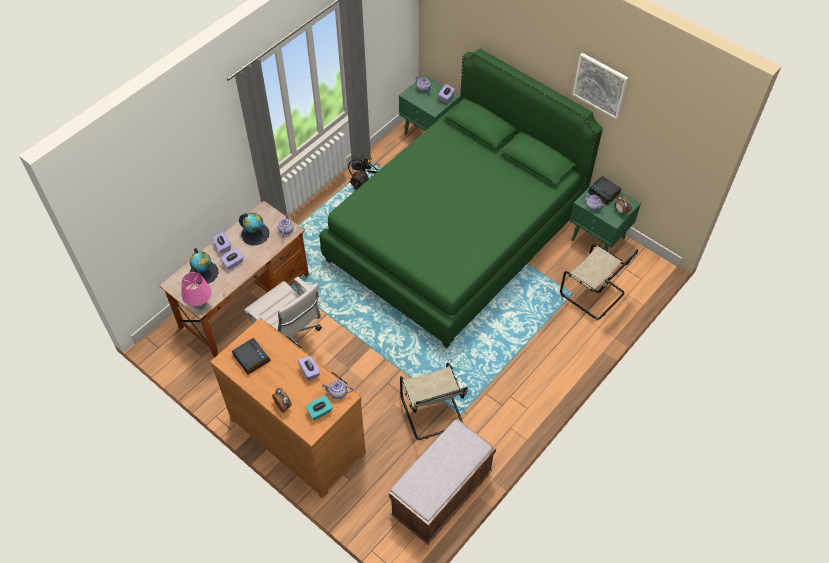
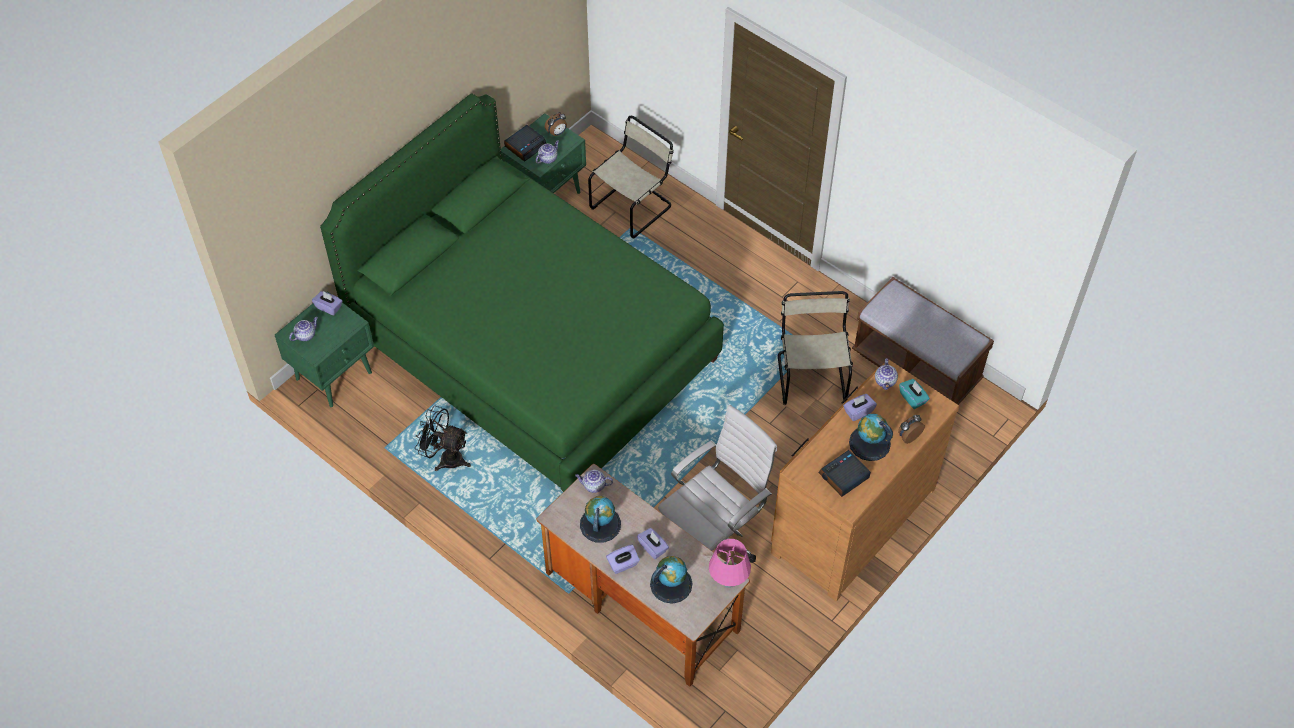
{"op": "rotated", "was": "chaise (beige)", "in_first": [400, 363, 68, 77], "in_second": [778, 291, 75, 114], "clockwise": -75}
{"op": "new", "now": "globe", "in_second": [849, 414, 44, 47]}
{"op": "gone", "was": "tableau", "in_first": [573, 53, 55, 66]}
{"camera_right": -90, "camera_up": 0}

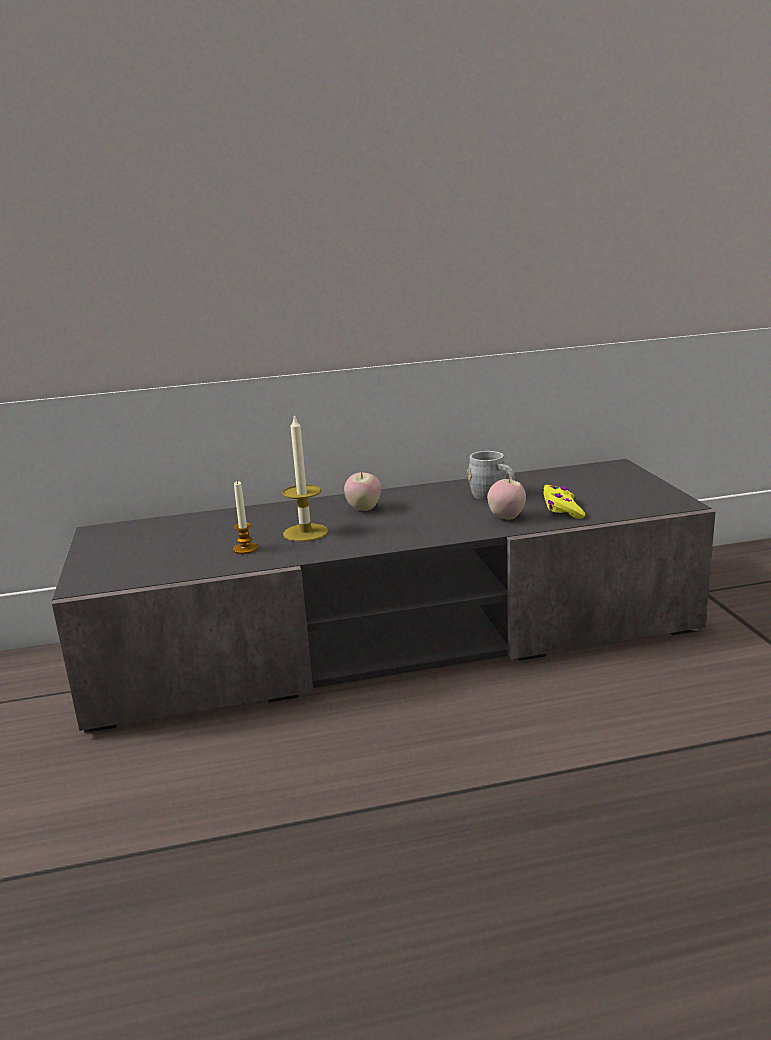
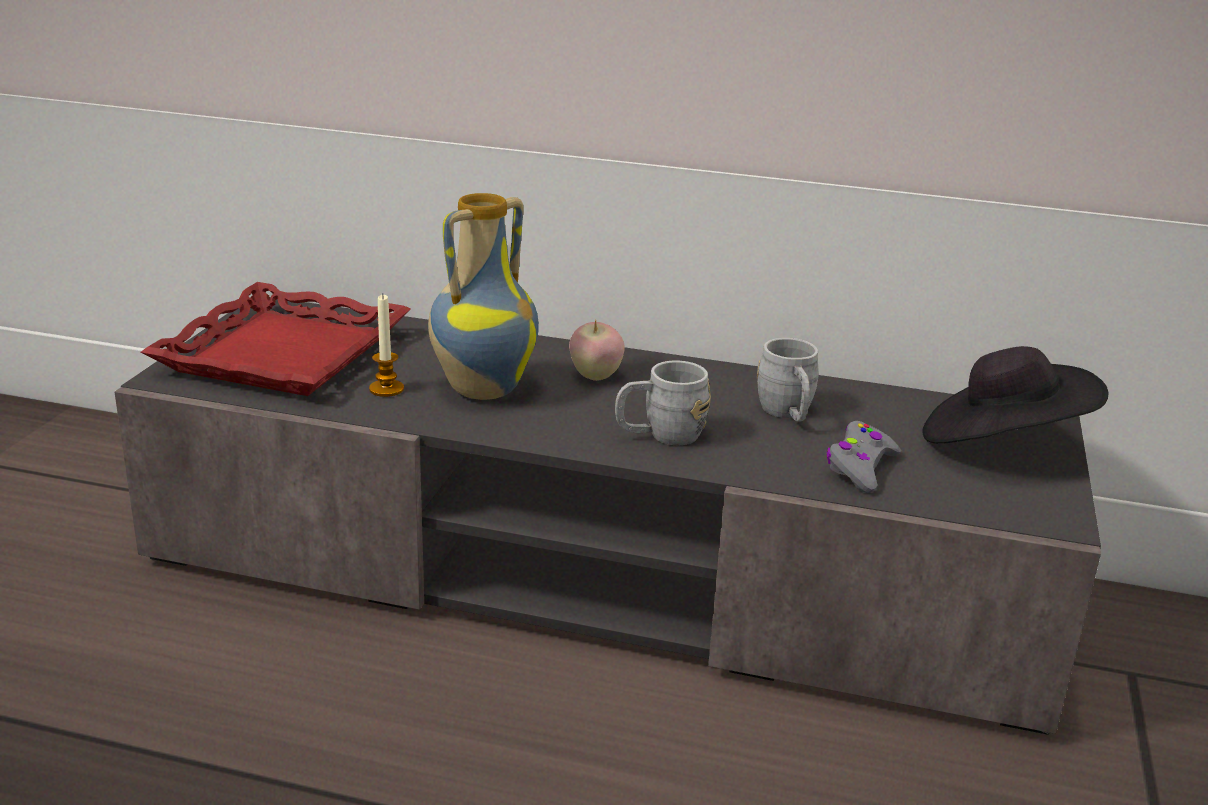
{"op": "new", "now": "plateau (rouge)", "in_second": [141, 282, 270, 114]}
{"op": "swapped", "was": "bougie", "now": "vase", "in_first": [282, 414, 46, 128], "in_second": [428, 193, 111, 207]}
{"op": "new", "now": "mug (gris)", "in_second": [615, 360, 96, 85]}
{"op": "repainted", "was": "manette (jaune)", "now": "manette (gris)", "in_first": [543, 485, 42, 34], "in_second": [826, 421, 75, 72]}
{"op": "new", "now": "chapeau (noir)", "in_second": [922, 346, 187, 98]}
{"op": "gone", "was": "pomme", "in_first": [487, 477, 39, 43]}
{"camera_right": 25, "camera_up": 5}

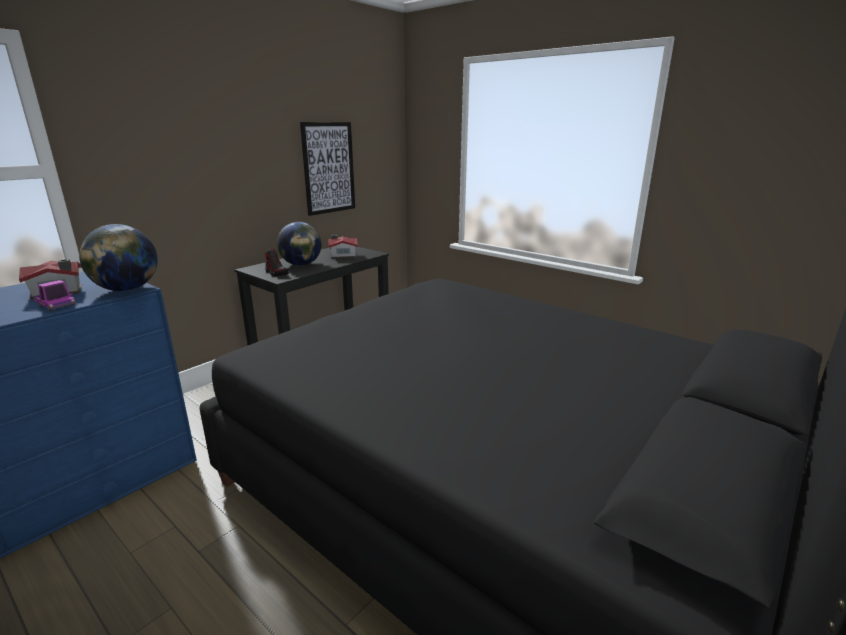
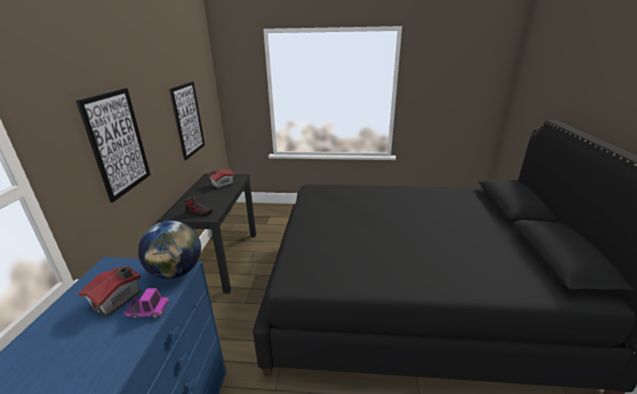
{"op": "new", "now": "tableau", "in_second": [76, 88, 74, 114]}
{"op": "gone", "was": "globe", "in_first": [277, 222, 44, 44]}
{"camera_right": -35, "camera_up": 5}

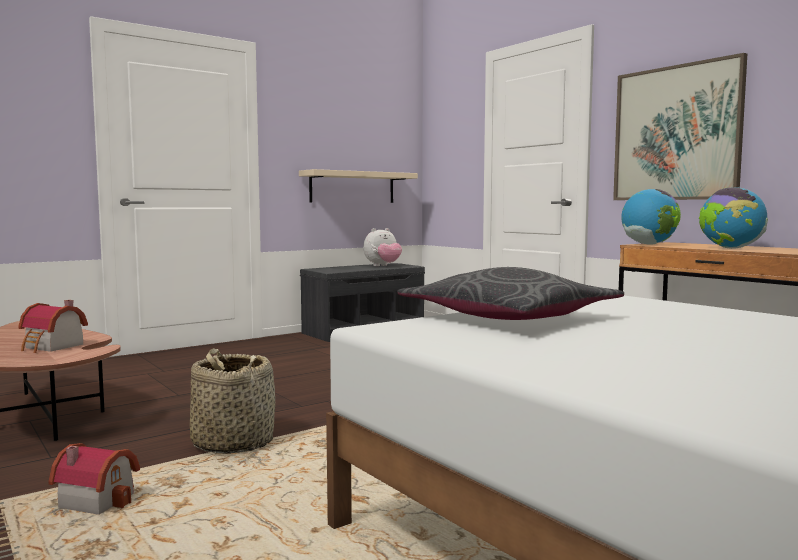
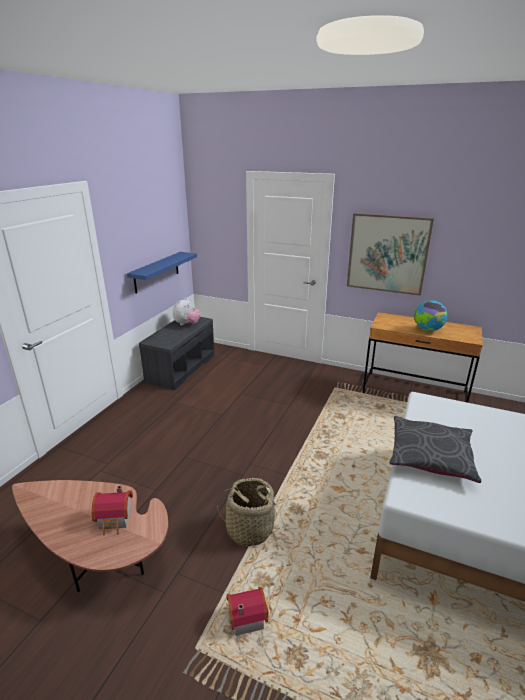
{"op": "repainted", "was": "étagère (beige)", "now": "étagère (bleu)", "in_first": [299, 169, 119, 34], "in_second": [127, 252, 70, 41]}
{"op": "gone", "was": "globe", "in_first": [621, 189, 60, 56]}
{"camera_right": -30, "camera_up": 20}

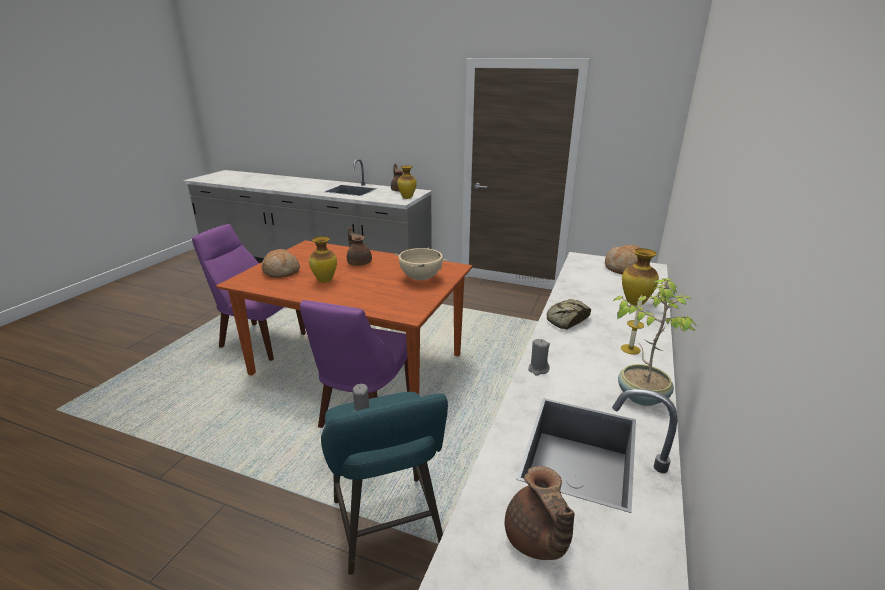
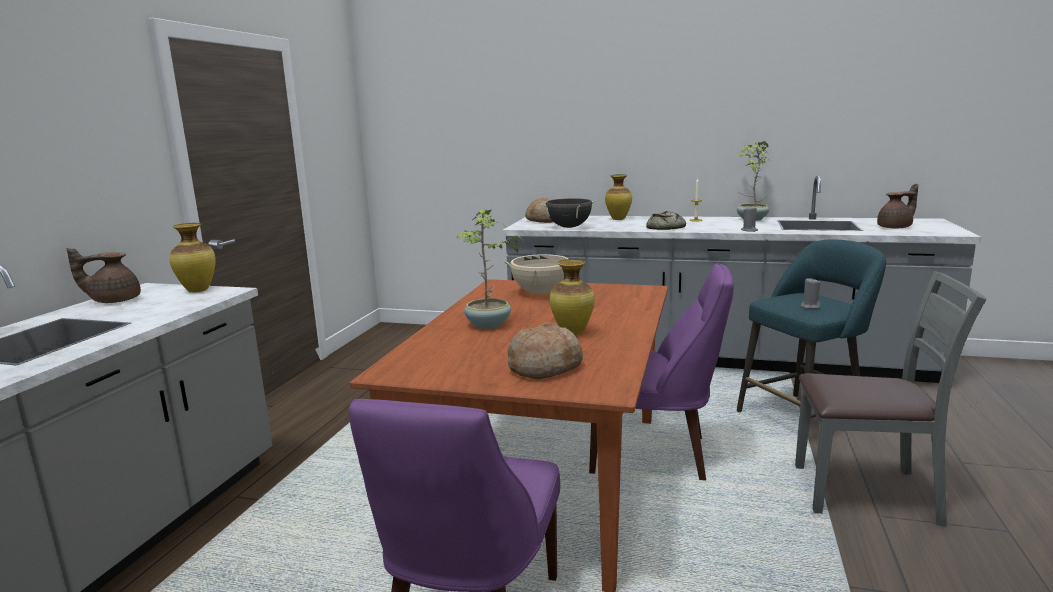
{"op": "swapped", "was": "théière (marron)", "now": "plante en pot", "in_first": [347, 226, 25, 40], "in_second": [456, 208, 66, 121]}
{"op": "new", "now": "marmite (noir)", "in_second": [541, 198, 55, 30]}
{"op": "new", "now": "chaise (gris)", "in_second": [795, 271, 192, 255]}
{"camera_right": -95, "camera_up": -10}

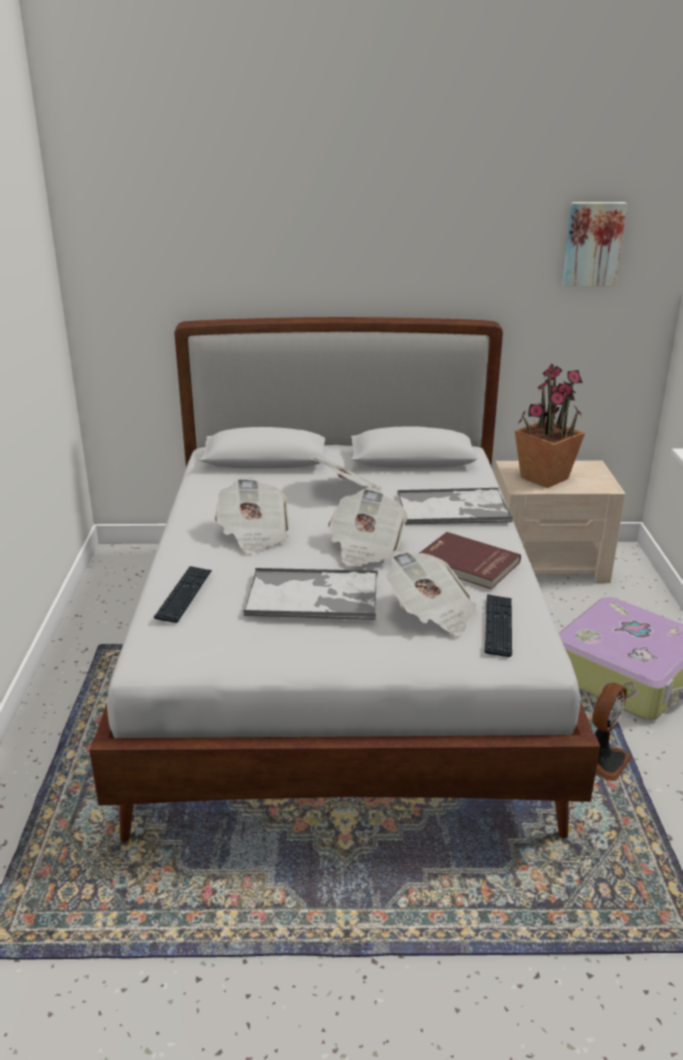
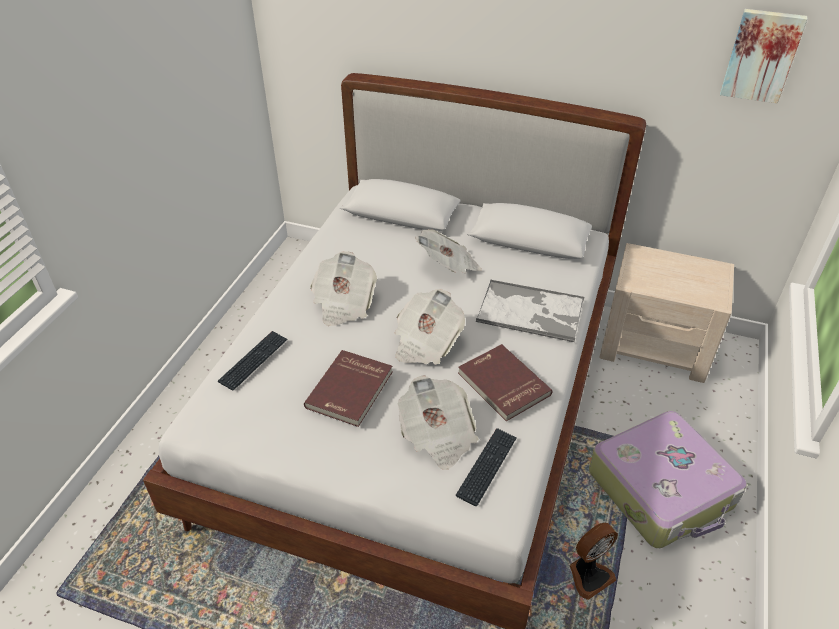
{"op": "swapped", "was": "plateau", "now": "livre (rouge)", "in_first": [243, 568, 135, 52], "in_second": [304, 350, 89, 77]}
{"op": "gone", "was": "plante en pot", "in_first": [515, 364, 70, 124]}
{"camera_right": 20, "camera_up": 15}

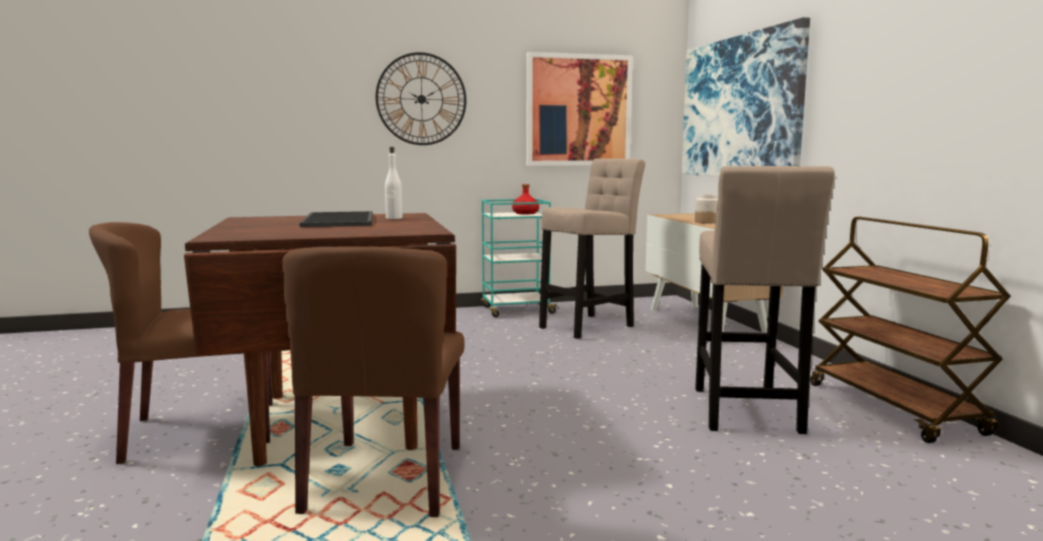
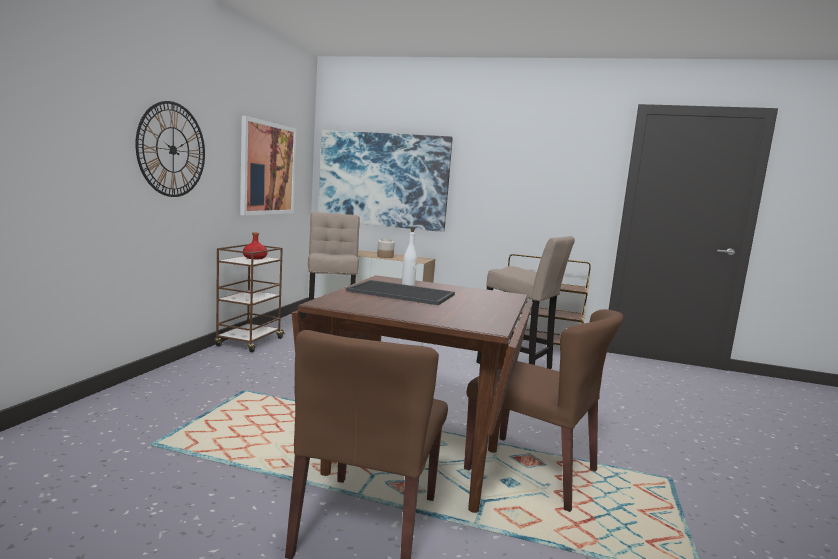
{"op": "repainted", "was": "chariot (turquoise)", "now": "chariot (marron)", "in_first": [481, 199, 78, 118], "in_second": [215, 244, 70, 108]}
{"camera_right": -60, "camera_up": 0}

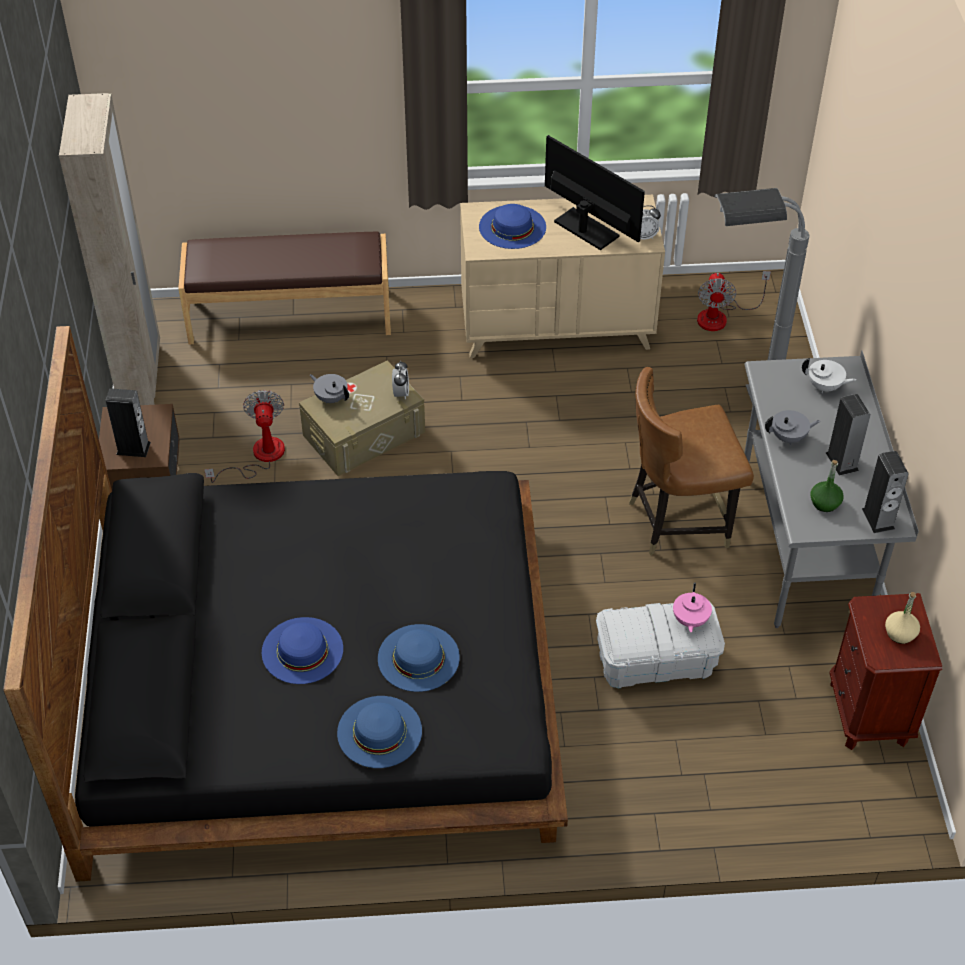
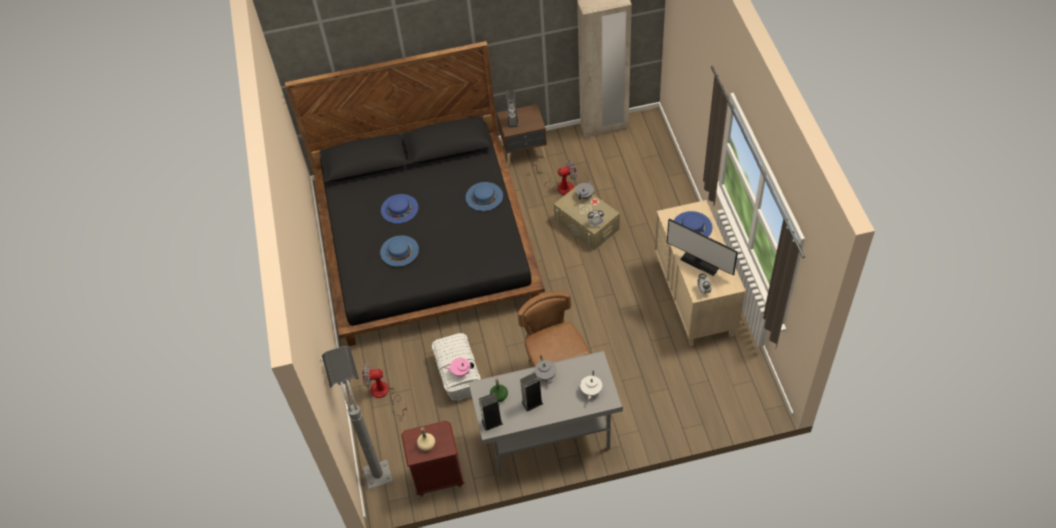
{"op": "shifted", "was": "lampadaire (gris)", "in_first": [714, 188, 96, 217], "in_second": [322, 346, 71, 143]}
{"op": "shifted", "was": "ventilateur", "in_first": [697, 271, 74, 60], "in_second": [362, 364, 45, 52]}
{"op": "shifted", "was": "chapeau (bleu)", "in_first": [337, 696, 85, 72], "in_second": [466, 182, 37, 29]}
{"op": "rotated", "was": "écran d'ordinateur", "in_first": [545, 135, 100, 115], "in_second": [667, 219, 71, 57], "clockwise": 90}
{"op": "gone", "was": "banc (marron)", "in_first": [178, 231, 213, 113]}
{"camera_right": 85, "camera_up": 5}

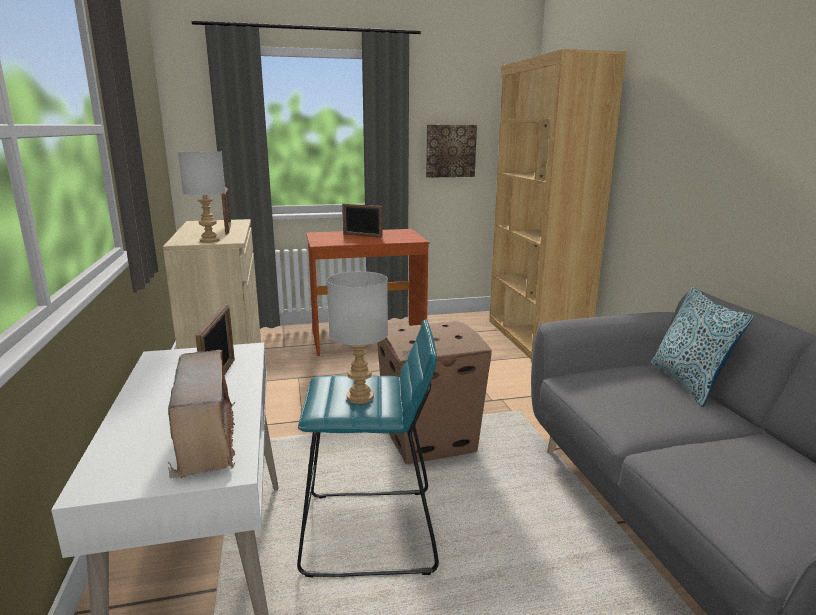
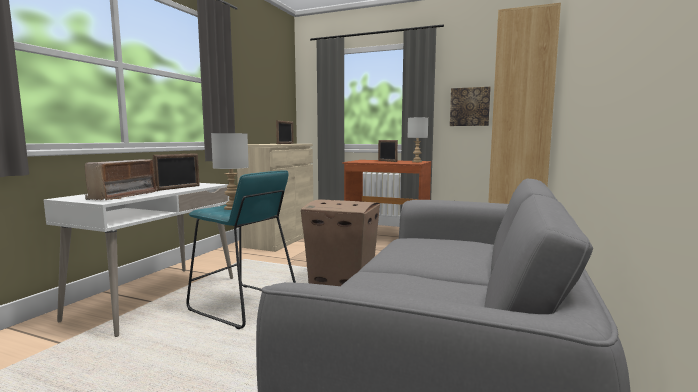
{"op": "shifted", "was": "lampe de table (gris)", "in_first": [178, 151, 48, 92], "in_second": [408, 117, 20, 45]}
{"op": "gone", "was": "coussin", "in_first": [651, 287, 103, 120]}
{"camera_right": 35, "camera_up": -10}

